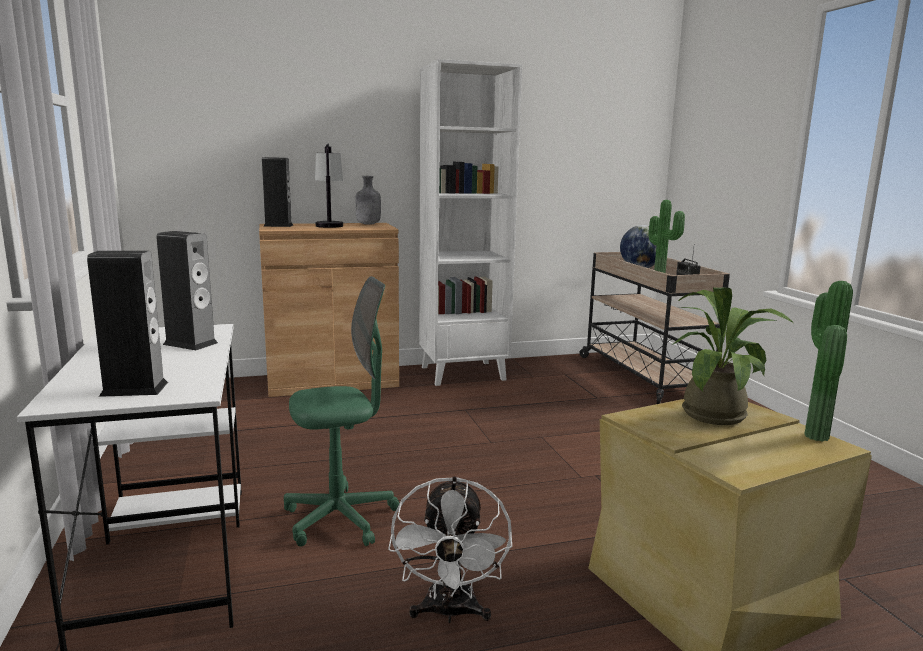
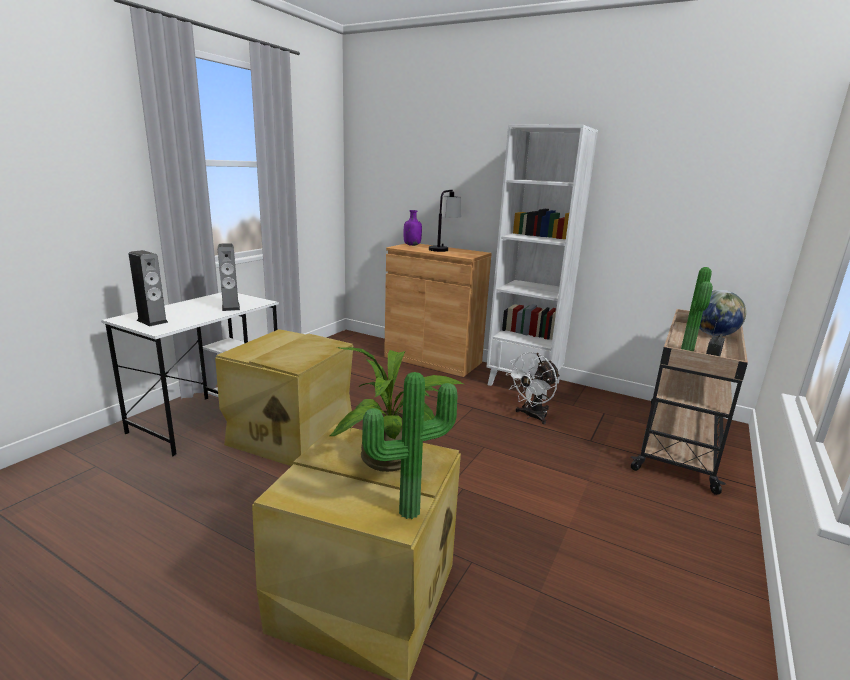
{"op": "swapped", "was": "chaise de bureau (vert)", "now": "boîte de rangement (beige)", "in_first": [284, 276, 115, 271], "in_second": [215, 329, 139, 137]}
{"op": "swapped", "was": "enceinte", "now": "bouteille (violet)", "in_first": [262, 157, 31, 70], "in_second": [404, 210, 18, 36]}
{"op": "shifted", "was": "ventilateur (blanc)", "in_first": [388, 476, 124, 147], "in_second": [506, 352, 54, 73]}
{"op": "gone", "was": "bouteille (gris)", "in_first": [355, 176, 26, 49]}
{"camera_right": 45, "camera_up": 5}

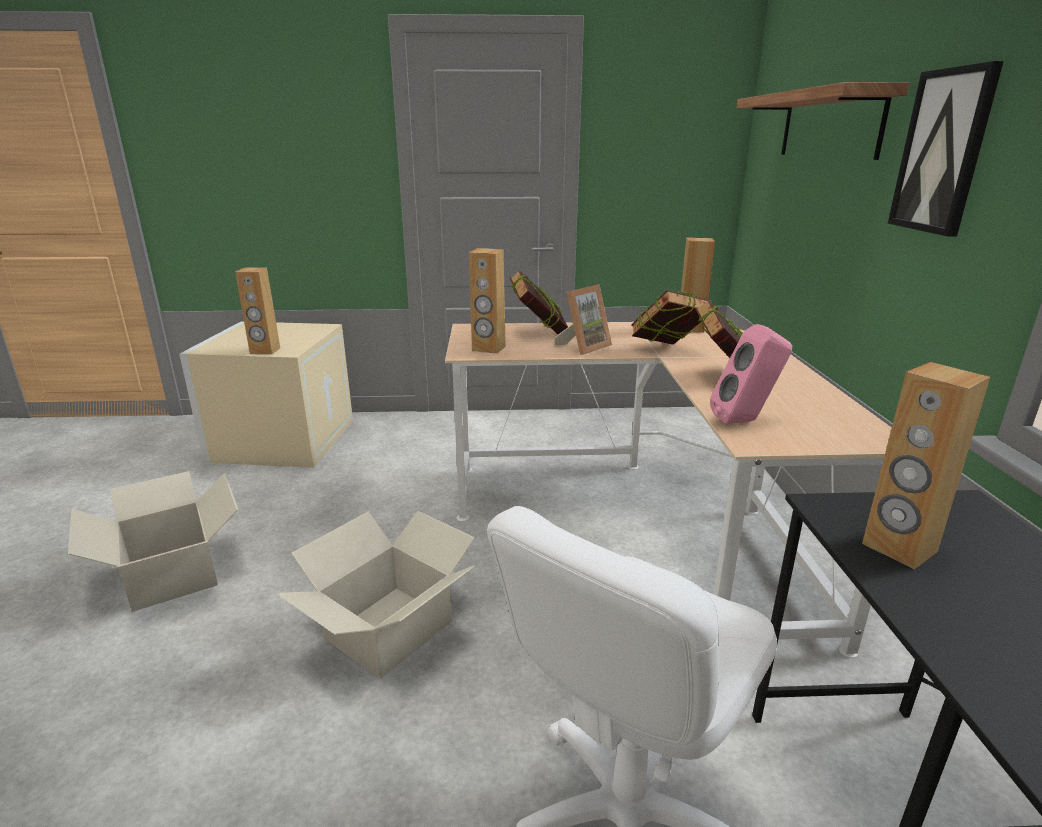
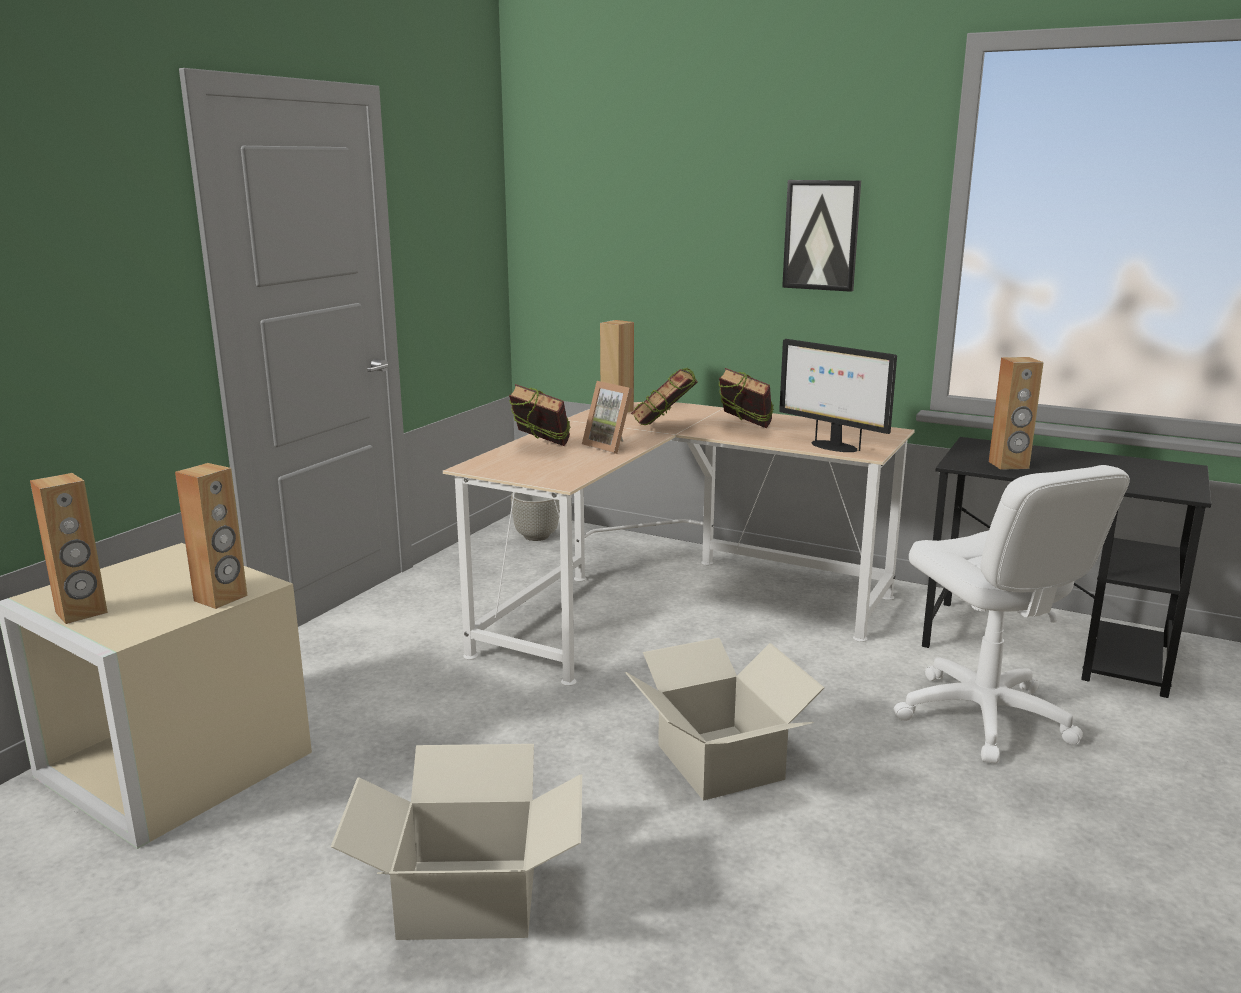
{"op": "shifted", "was": "enceinte (marron)", "in_first": [469, 248, 37, 106], "in_second": [30, 473, 78, 151]}
{"op": "new", "now": "cache-pot (gris)", "in_second": [511, 492, 49, 49]}
{"op": "rotated", "was": "cadre photo", "in_first": [554, 284, 58, 71], "in_second": [582, 381, 51, 73], "clockwise": 150}
{"op": "swapped", "was": "enceinte (rose)", "now": "écran d'ordinateur", "in_first": [710, 324, 82, 100], "in_second": [779, 339, 118, 113]}
{"op": "gone", "was": "étagère", "in_first": [737, 82, 173, 78]}
{"camera_right": -60, "camera_up": -5}

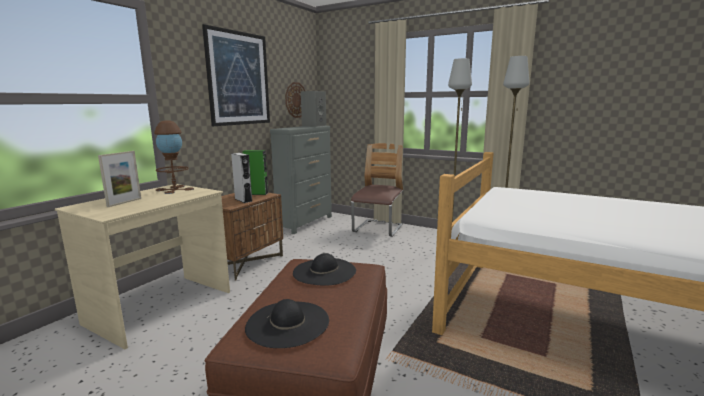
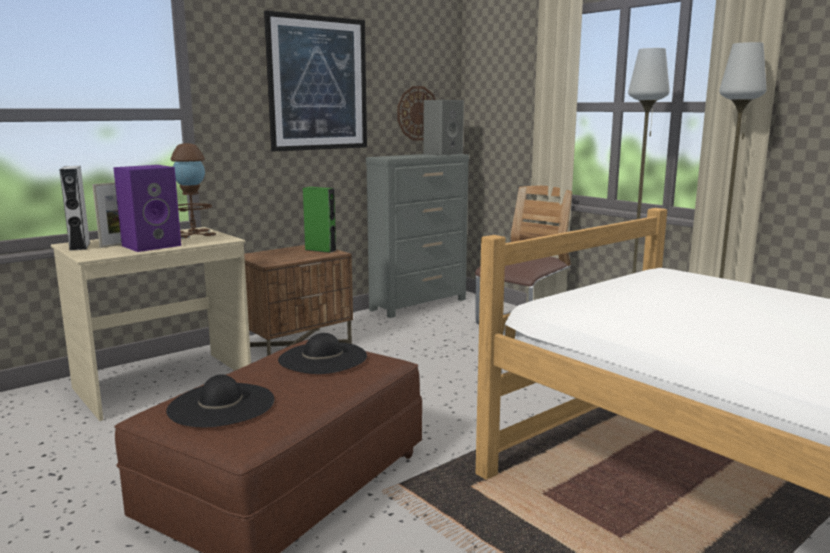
{"op": "shifted", "was": "enceinte (gris)", "in_first": [231, 153, 22, 50], "in_second": [59, 166, 31, 85]}
{"op": "new", "now": "enceinte (violet)", "in_second": [113, 165, 68, 87]}
{"camera_right": 20, "camera_up": 0}

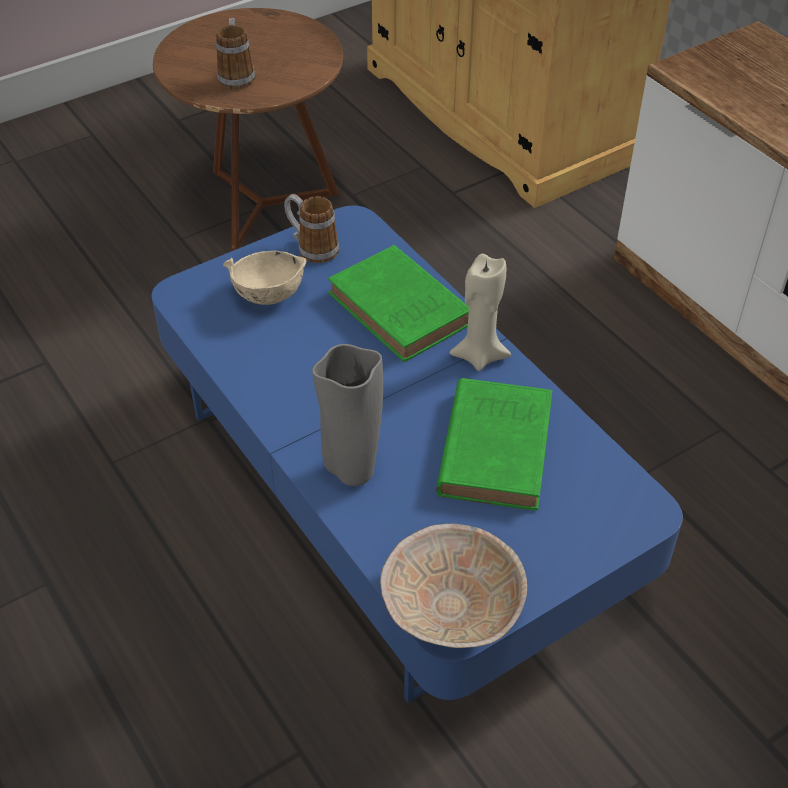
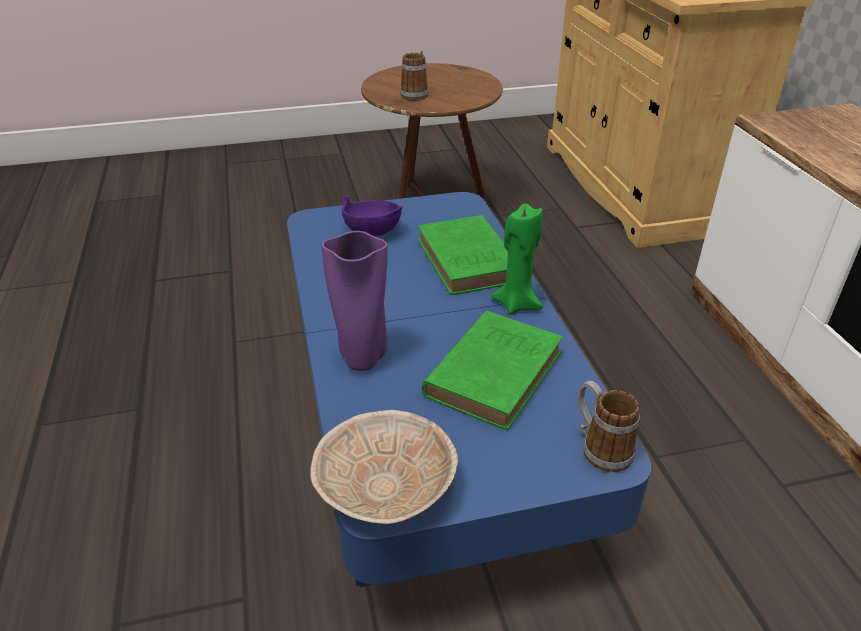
{"op": "repainted", "was": "vase (gris)", "now": "vase (violet)", "in_first": [312, 344, 71, 142], "in_second": [322, 231, 66, 140]}
{"op": "repainted", "was": "bol (beige)", "now": "bol (violet)", "in_first": [223, 251, 84, 54], "in_second": [340, 195, 63, 41]}
{"op": "repainted", "was": "bougie (beige)", "now": "bougie (vert)", "in_first": [449, 254, 62, 117], "in_second": [491, 203, 52, 112]}
{"op": "shifted", "was": "mug", "in_first": [284, 194, 55, 69], "in_second": [577, 381, 63, 91]}
{"camera_right": 20, "camera_up": -10}

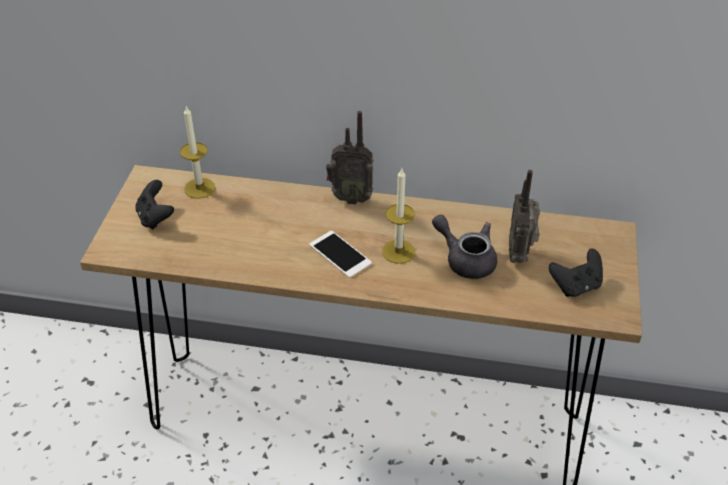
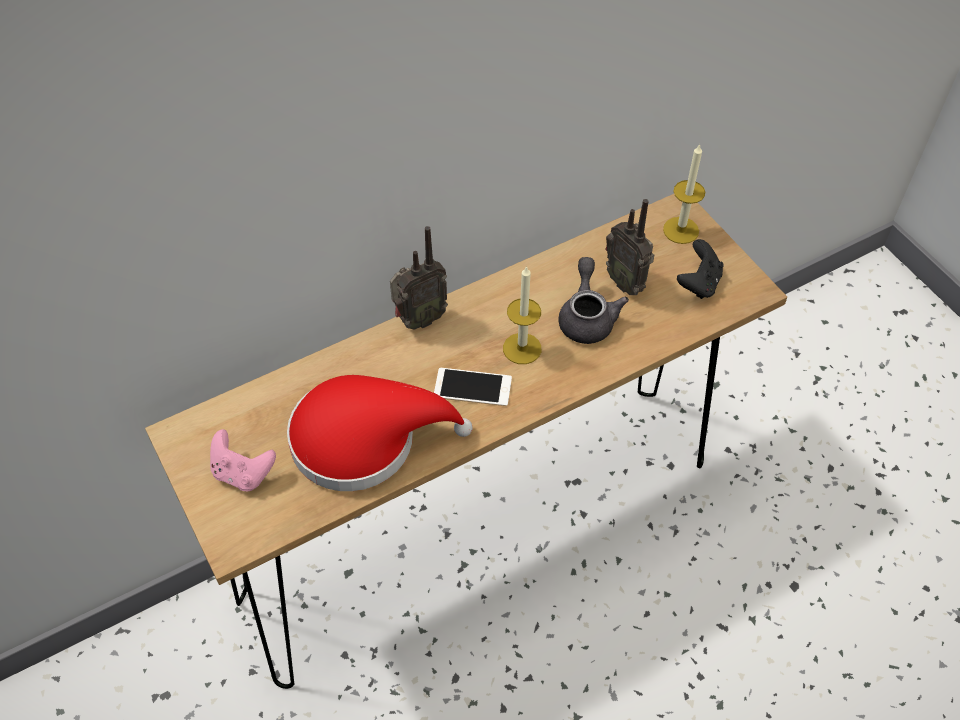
{"op": "repainted", "was": "manette (noir)", "now": "manette (rose)", "in_first": [135, 180, 39, 50], "in_second": [210, 429, 66, 62]}
{"op": "new", "now": "chapeau (rouge)", "in_second": [287, 375, 186, 116]}
{"op": "rotated", "was": "théière (gris)", "in_first": [432, 215, 65, 64], "in_second": [558, 257, 71, 87], "clockwise": 90}
{"op": "shifted", "was": "bougie", "in_first": [180, 106, 36, 93], "in_second": [663, 143, 42, 101]}
{"camera_right": -40, "camera_up": 10}

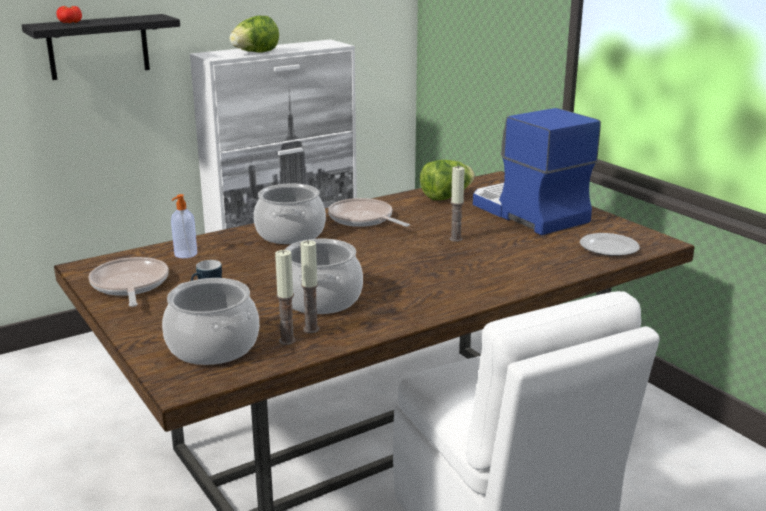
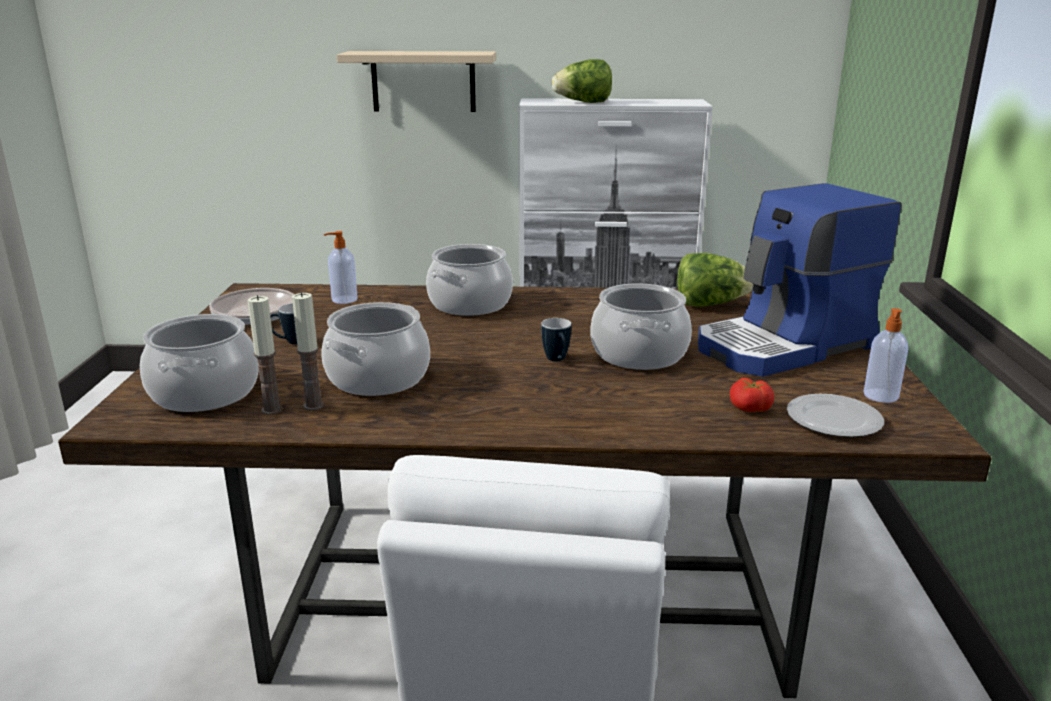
{"op": "repainted", "was": "étagère (noir)", "now": "étagère (beige)", "in_first": [22, 14, 158, 66], "in_second": [337, 51, 159, 61]}
{"op": "new", "now": "mug", "in_second": [541, 318, 30, 43]}
{"op": "swapped", "was": "bougie", "now": "marmite", "in_first": [450, 166, 15, 76], "in_second": [590, 283, 102, 87]}
{"op": "rotated", "was": "machine à café", "in_first": [473, 108, 128, 127], "in_second": [698, 183, 203, 194], "clockwise": -120}
{"op": "shifted", "was": "tomate", "in_first": [56, 6, 26, 17], "in_second": [730, 378, 44, 34]}
{"op": "new", "now": "distributeur de savon", "in_second": [864, 308, 44, 95]}
{"op": "gone", "was": "poêle", "in_first": [328, 198, 82, 29]}
{"camera_right": 35, "camera_up": 0}

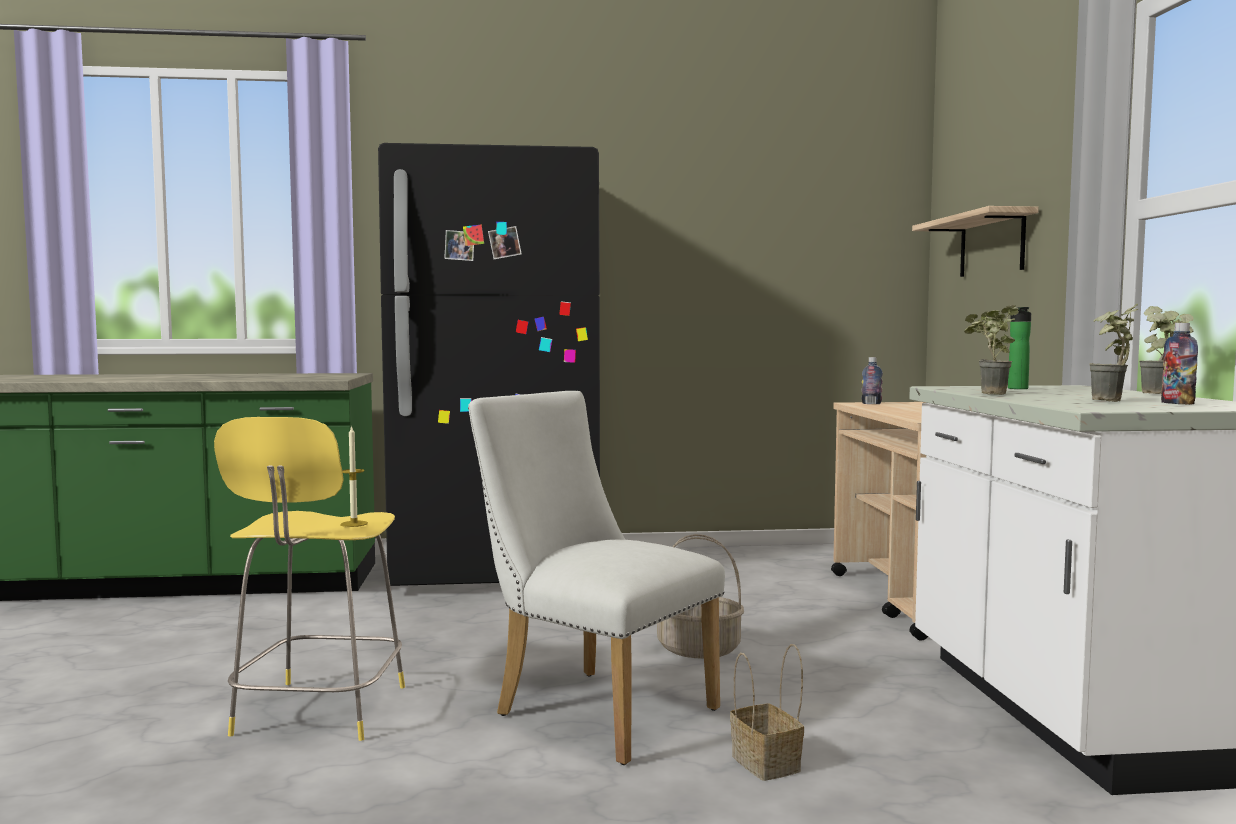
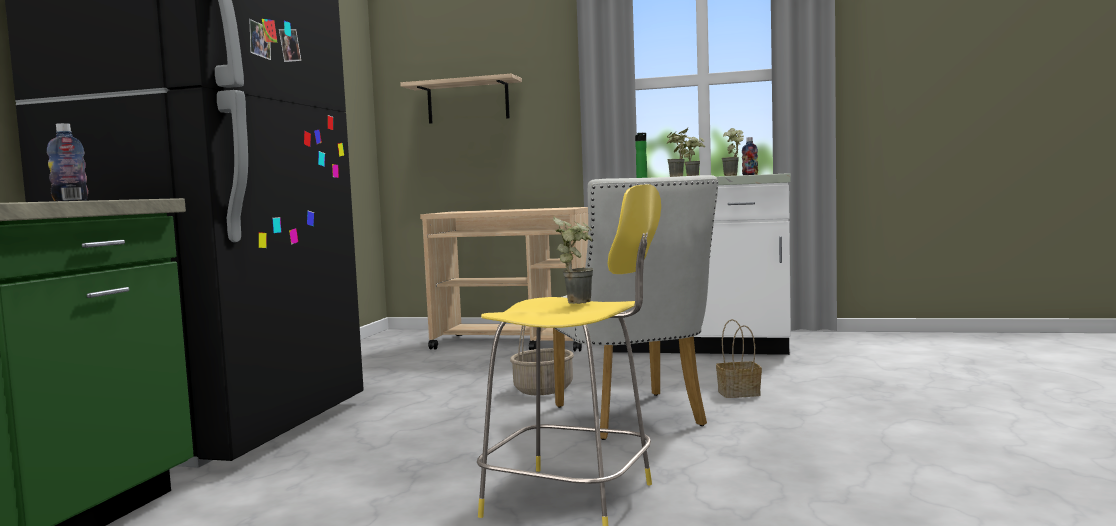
{"op": "shifted", "was": "bouteille", "in_first": [861, 357, 22, 47], "in_second": [47, 123, 41, 78]}
{"op": "rotated", "was": "chaise (blanc)", "in_first": [468, 391, 257, 374], "in_second": [553, 175, 165, 265], "clockwise": -75}
{"op": "swapped", "was": "bougie", "now": "plante en pot", "in_first": [340, 425, 28, 102], "in_second": [553, 216, 40, 88]}
{"camera_right": -70, "camera_up": 0}

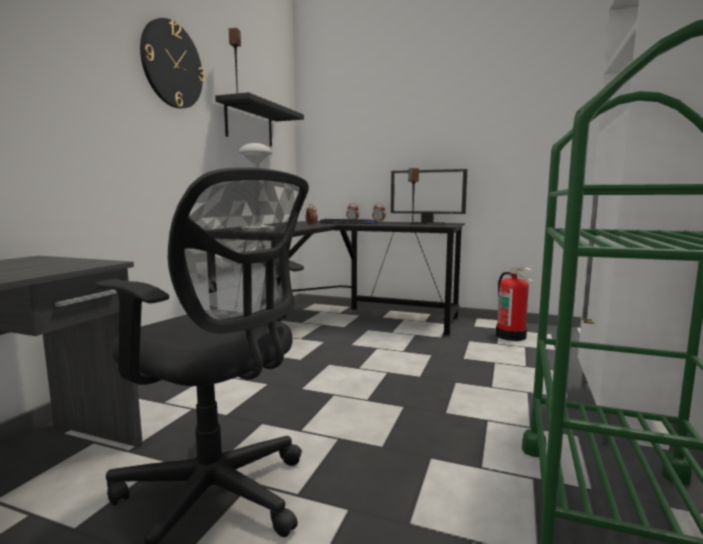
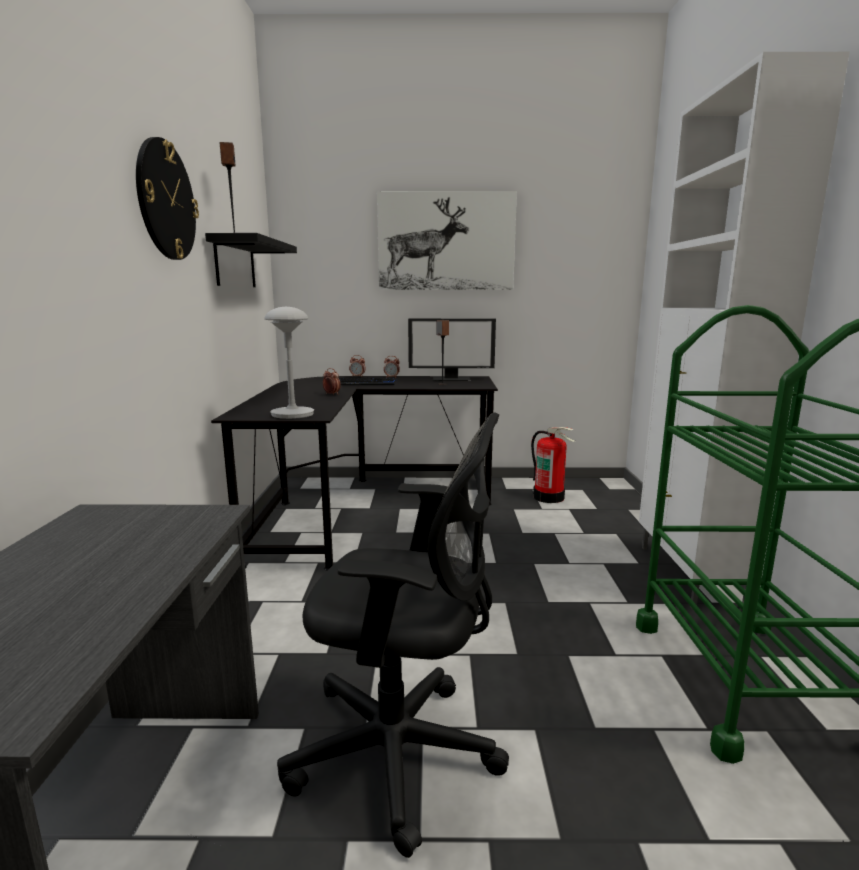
{"op": "new", "now": "tableau", "in_second": [377, 191, 140, 99]}
{"camera_right": -20, "camera_up": 5}

